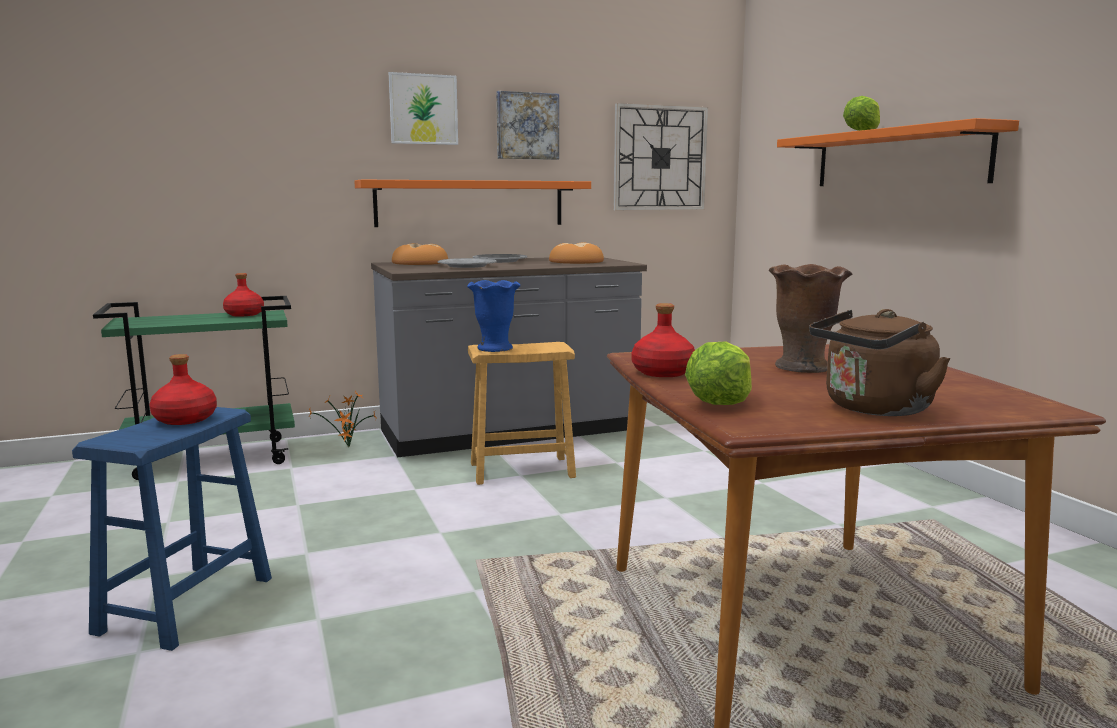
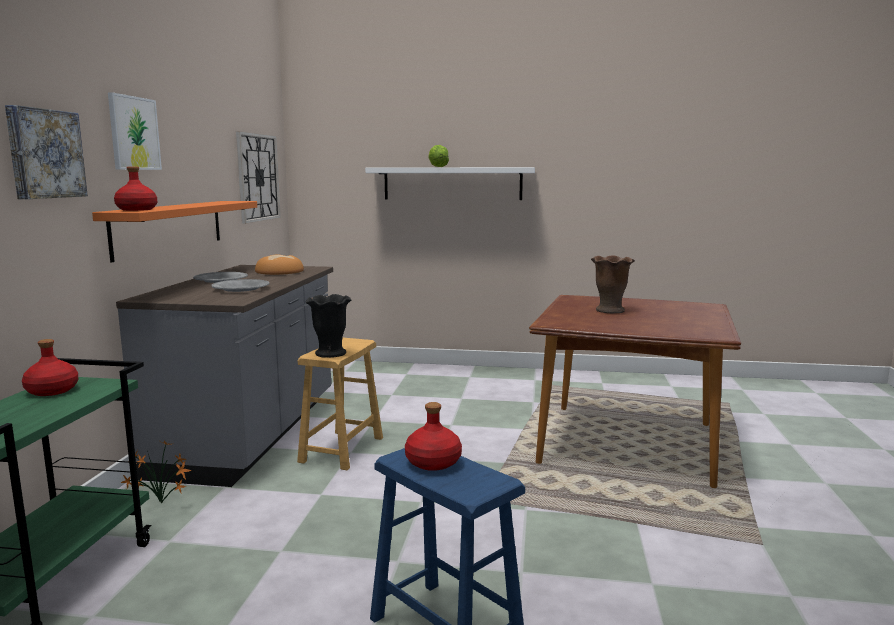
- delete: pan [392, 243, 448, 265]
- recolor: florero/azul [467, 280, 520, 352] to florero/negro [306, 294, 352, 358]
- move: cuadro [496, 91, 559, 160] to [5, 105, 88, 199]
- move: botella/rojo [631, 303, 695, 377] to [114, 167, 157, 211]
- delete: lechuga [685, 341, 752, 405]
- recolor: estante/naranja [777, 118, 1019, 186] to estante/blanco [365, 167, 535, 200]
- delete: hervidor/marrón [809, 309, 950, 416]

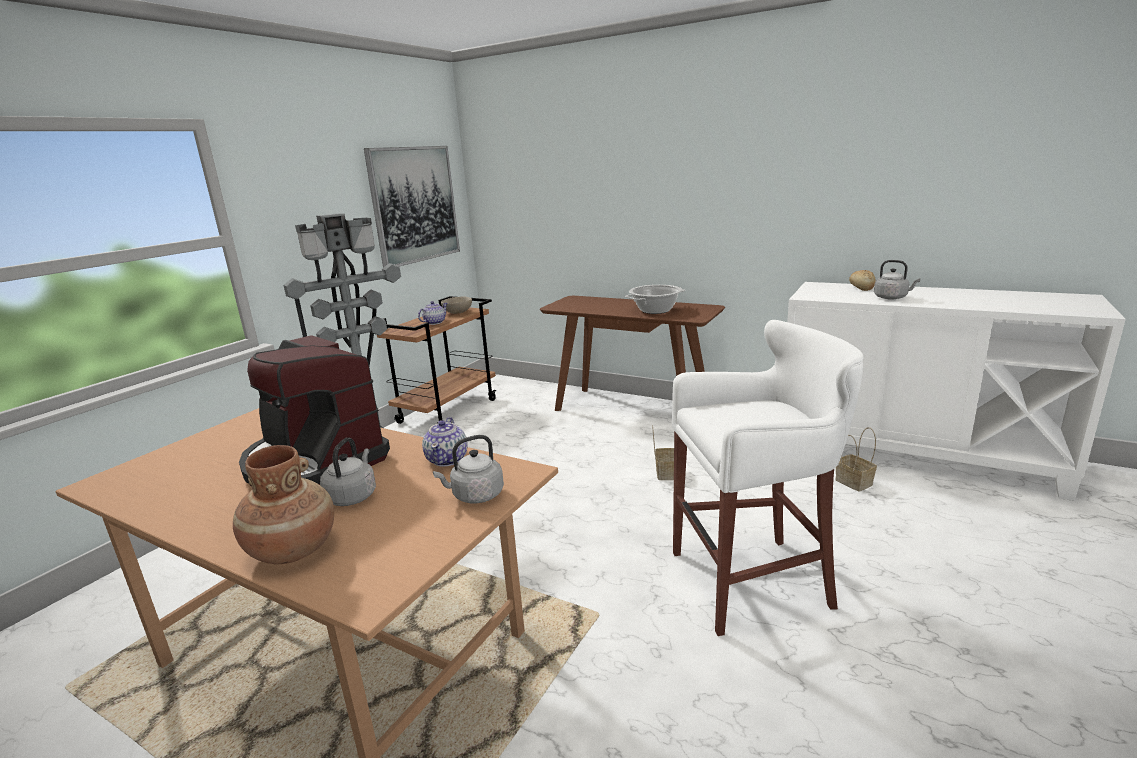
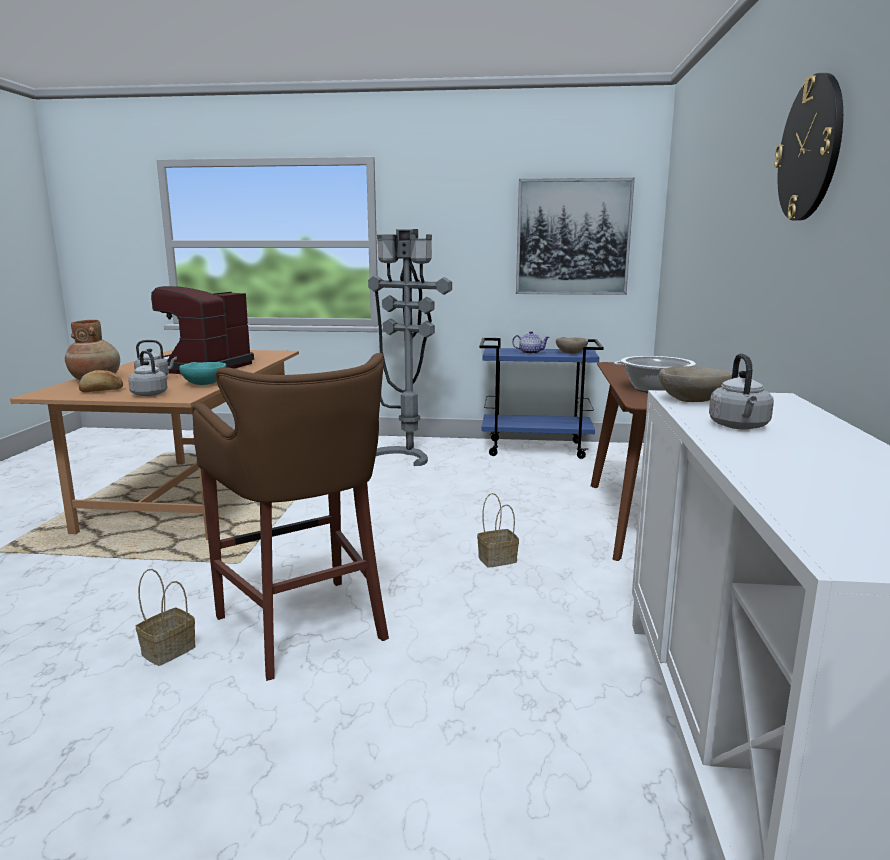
- recolor: carrito/marrón [377, 296, 496, 424] to carrito/azul [479, 338, 604, 459]
- replace: tetera [422, 417, 468, 467] to cuenco/turquesa [179, 362, 226, 385]
- recolor: taburete/blanco [672, 320, 863, 636] to taburete/marrón [192, 353, 389, 681]
- move: cesta [835, 427, 877, 491] to [136, 569, 196, 666]
- move: pan [849, 270, 876, 291] to [79, 370, 123, 393]
- insert: cuenco/beis [659, 366, 732, 402]
- insert: reloj de pared [774, 73, 843, 221]

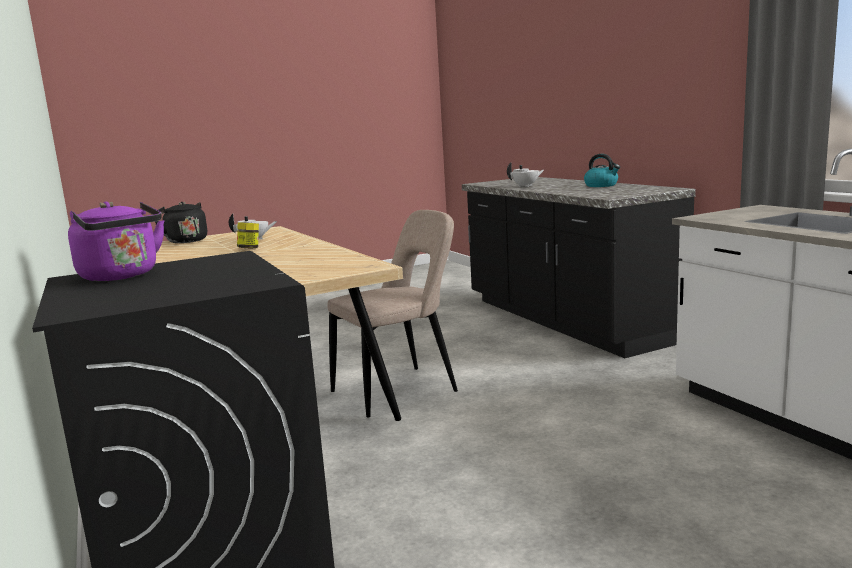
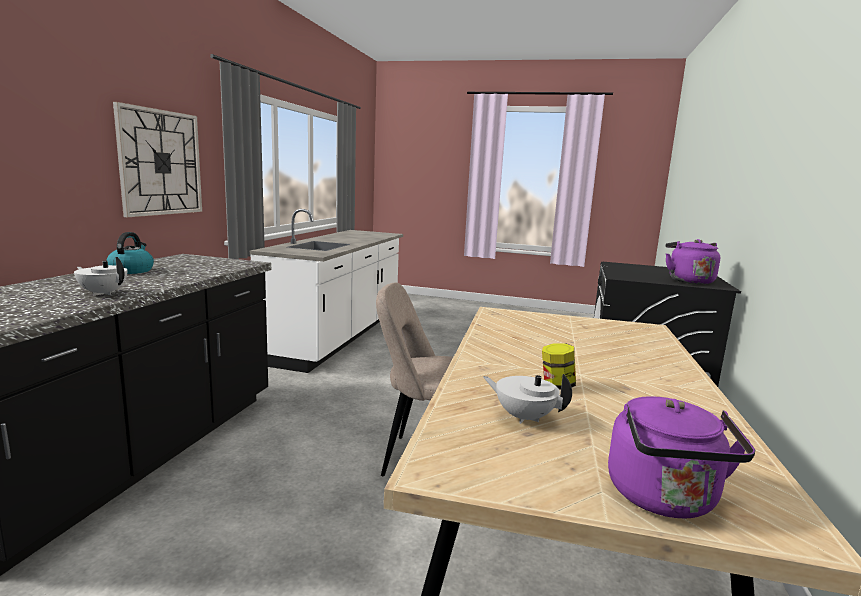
- recolor: hervidor/negro [155, 202, 207, 243] to hervidor/morado [608, 397, 755, 518]
- insert: reloj de pared [113, 102, 202, 217]

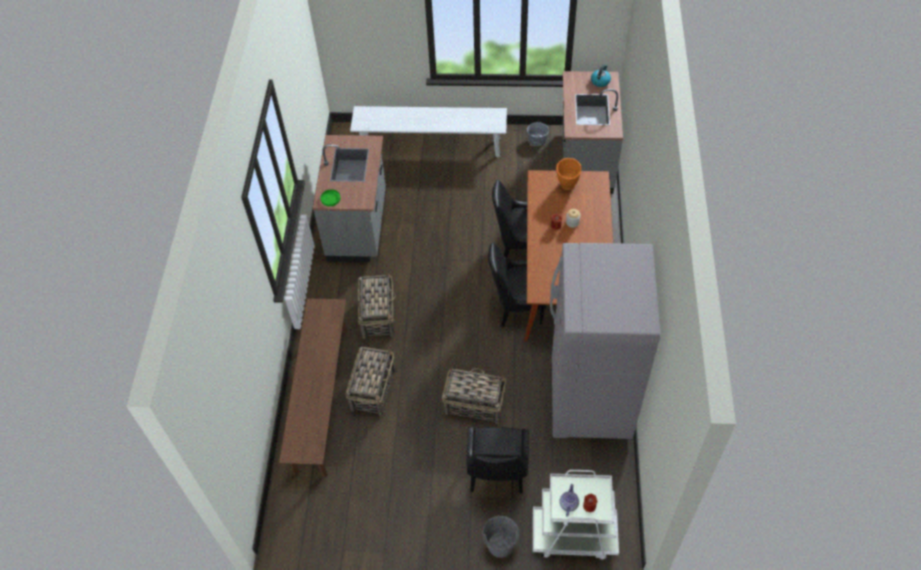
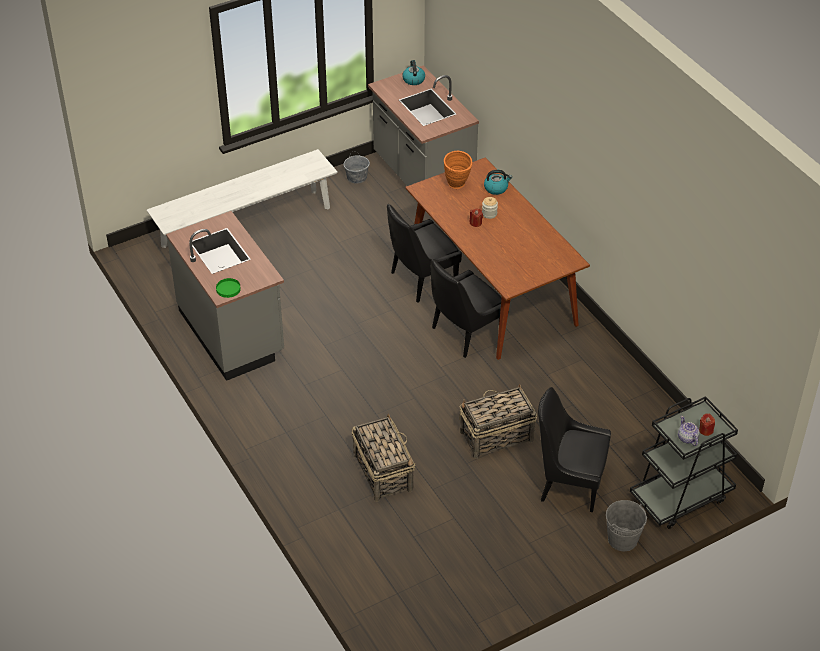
- delete: banco/marrón [279, 298, 347, 477]
- delete: cesta [358, 273, 396, 339]
- rotate: silla/negro [466, 427, 529, 494] = [538, 387, 611, 512] 135 degrees clockwise
- recolor: carrito/blanco [533, 470, 619, 560] to carrito/negro [630, 396, 738, 529]
- delete: nevera/gris [550, 243, 661, 439]
- insert: hervidor [484, 170, 512, 195]

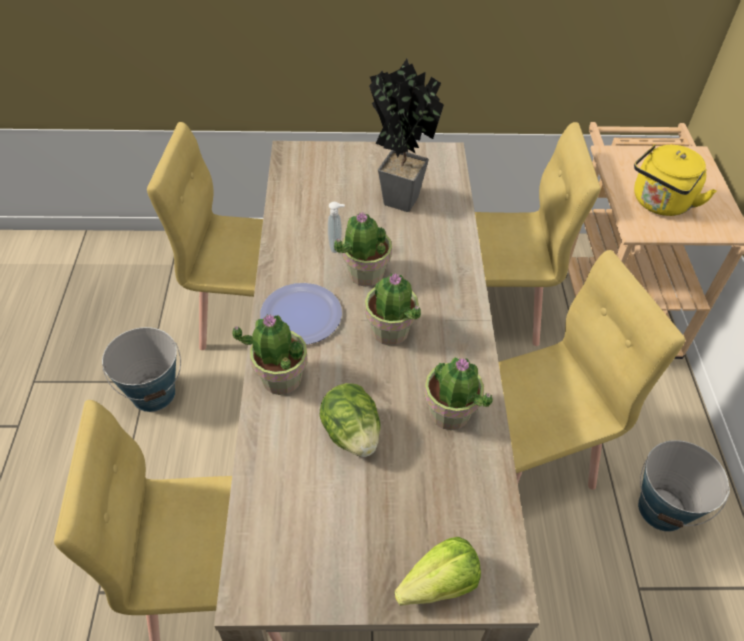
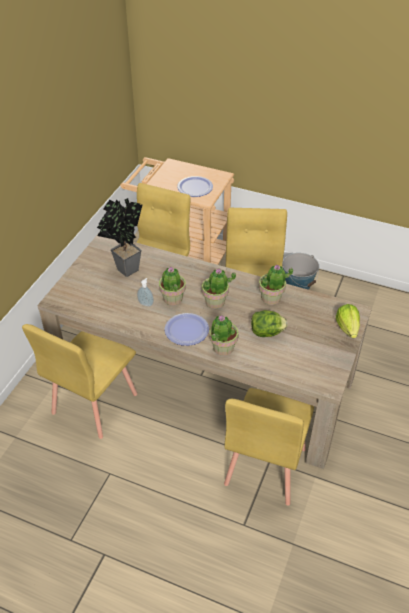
- delete: cubo [102, 327, 181, 412]
- replace: hervidor/amarillo [634, 144, 717, 216] to plato [177, 176, 213, 197]

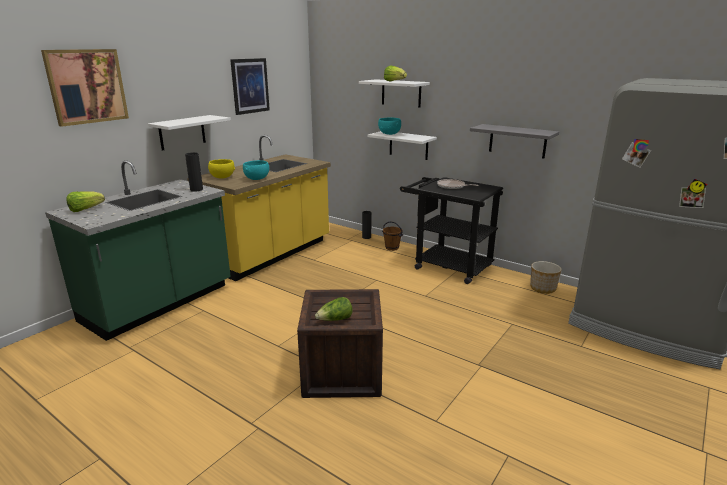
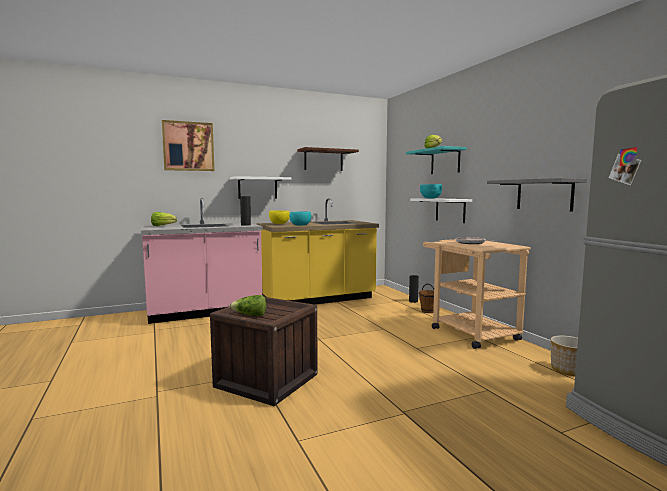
- recolor: mueble bajo de cocina/verde [45, 160, 231, 341] to mueble bajo de cocina/rosa [141, 198, 263, 324]
- replace: cuadro [230, 58, 270, 115] to estante/marrón [297, 147, 359, 171]
- recolor: estante/blanco [359, 79, 430, 108] to estante/turquesa [406, 146, 467, 174]
- recolor: carrito/negro [400, 177, 503, 284] to carrito/beis [423, 239, 531, 349]

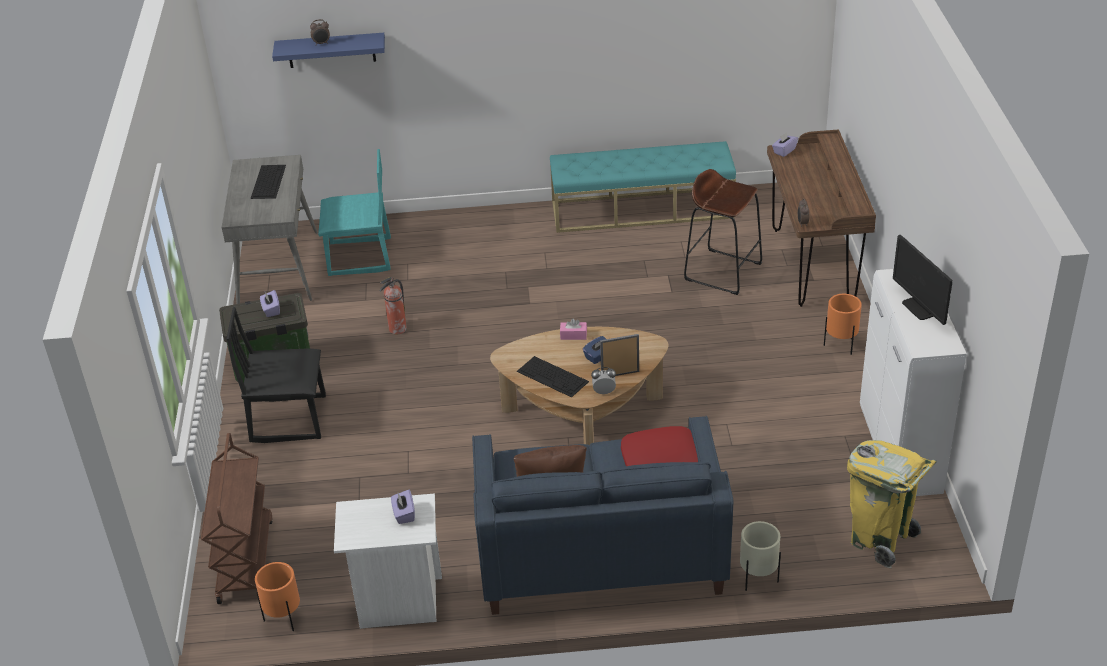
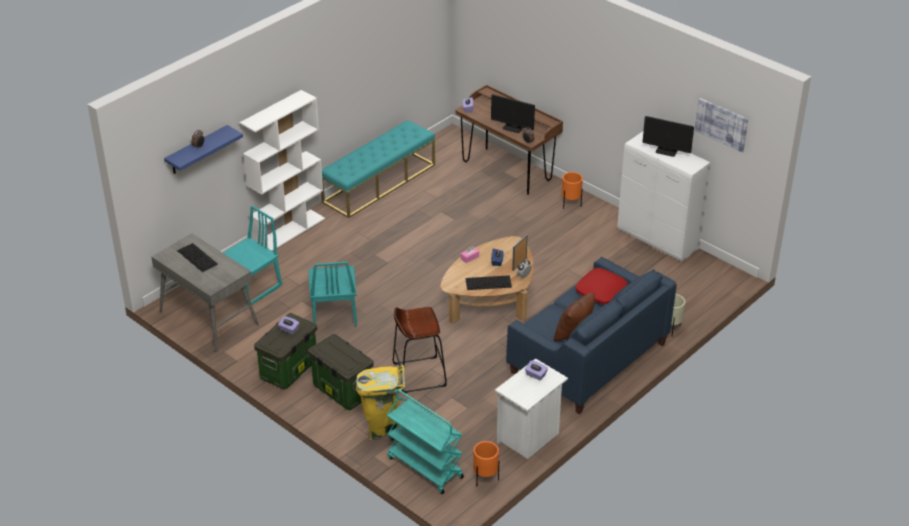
- recolor: carrito/marrón [201, 433, 273, 604] to carrito/turquesa [387, 389, 464, 494]
- replace: silla/negro [226, 307, 326, 443] to caja de almacenaje [308, 334, 374, 410]
- replace: extintor [380, 277, 407, 334] to silla/turquesa [308, 261, 357, 327]
- move: taburete/marrón [684, 169, 762, 295] to [393, 307, 447, 393]
- move: papelera/amarillo [847, 440, 937, 568] to [356, 365, 405, 442]
- insert: estantería/blanco [240, 90, 325, 251]
- insert: monitor [491, 94, 535, 133]
- insert: cuadro [695, 98, 748, 152]

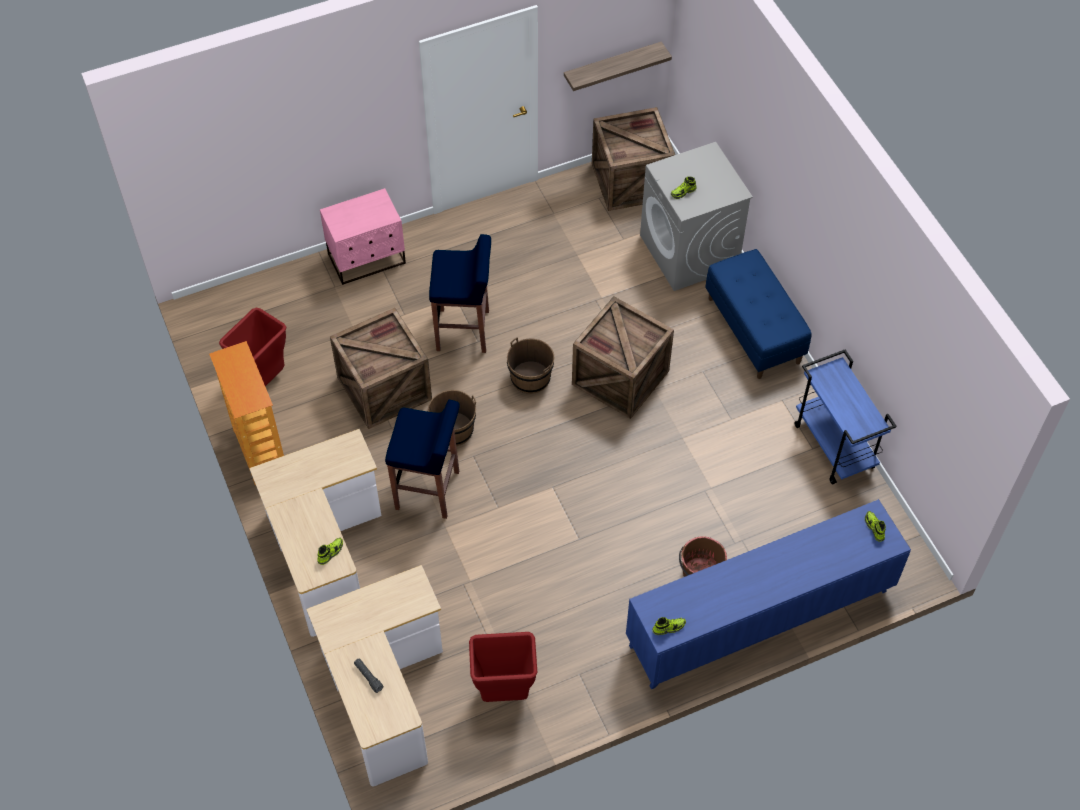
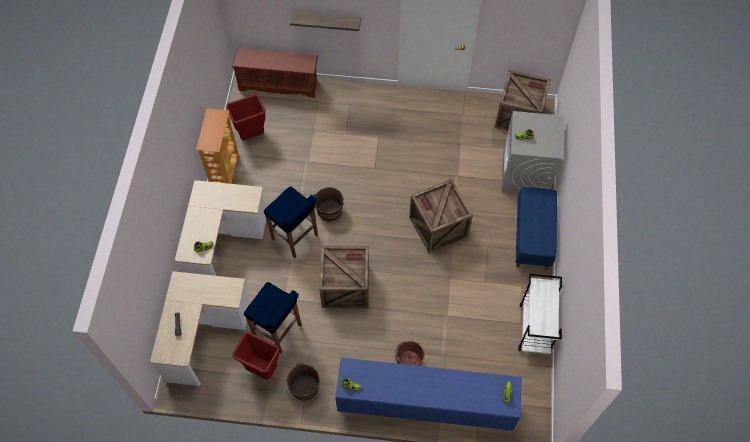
- delete: mesita de noche/rosa [320, 188, 406, 285]
- move: caja de embalaje [330, 308, 432, 429] to [319, 246, 369, 308]
- move: taburete/azul [429, 234, 491, 353] to [244, 282, 302, 354]
- move: cubo/marrón [507, 337, 554, 394] to [287, 362, 320, 401]
- move: estante [564, 41, 672, 91] to [290, 12, 361, 31]
- recolor: carrito/azul [794, 350, 896, 485] to carrito/blanco [518, 274, 562, 354]
- insert: zapatero/marrón [232, 48, 318, 98]

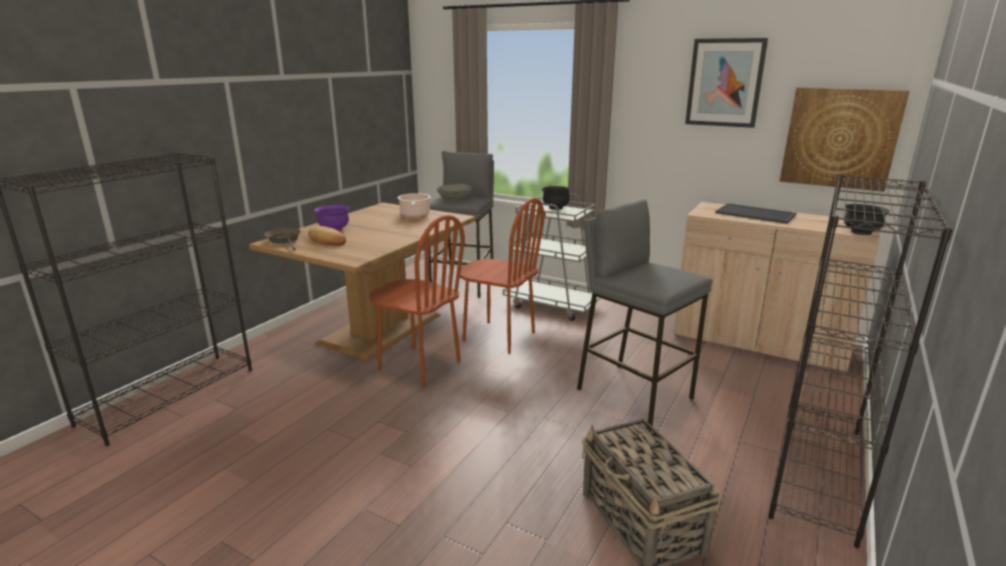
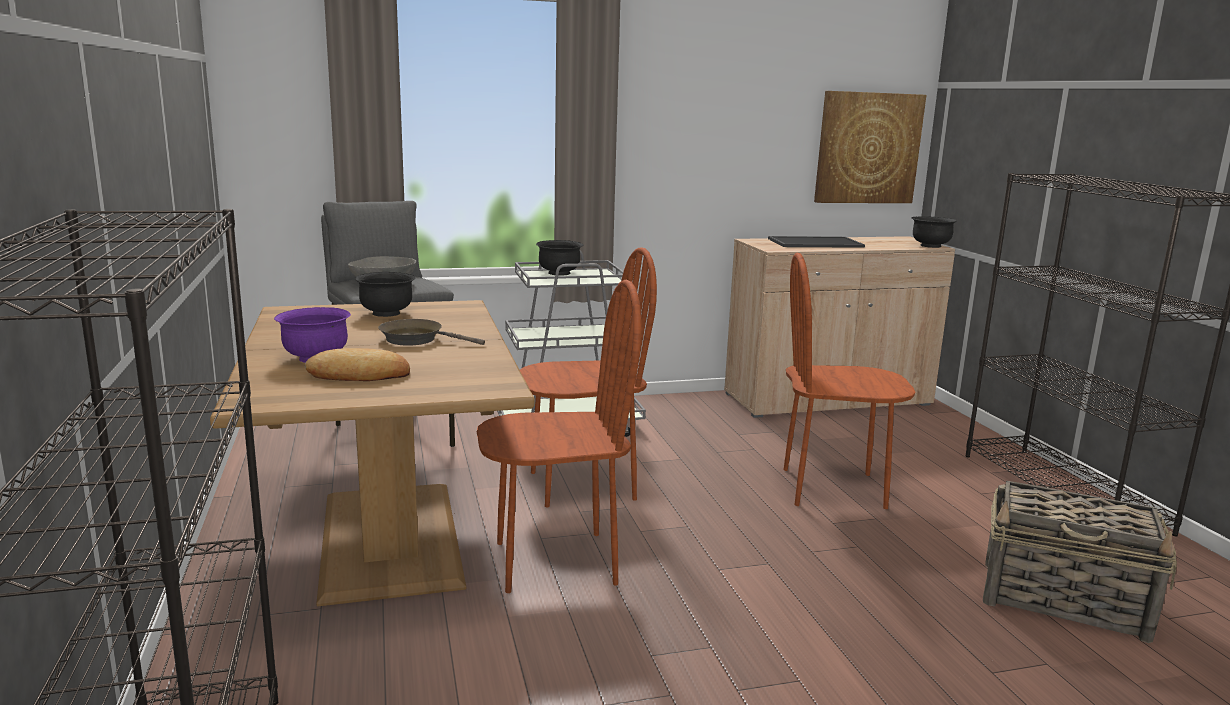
- move: sartén/marrón [264, 228, 301, 251] to [378, 319, 485, 346]
- replace: olla [398, 193, 431, 217] to cuenco/negro [355, 272, 416, 317]
- replace: taburete/gris [577, 199, 713, 426] to silla/marrón [784, 253, 916, 509]
- delete: cuadro [685, 38, 768, 128]

